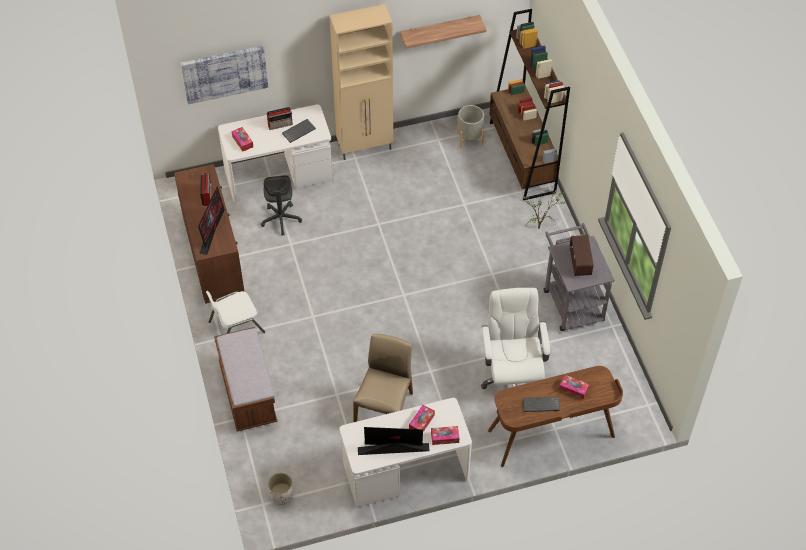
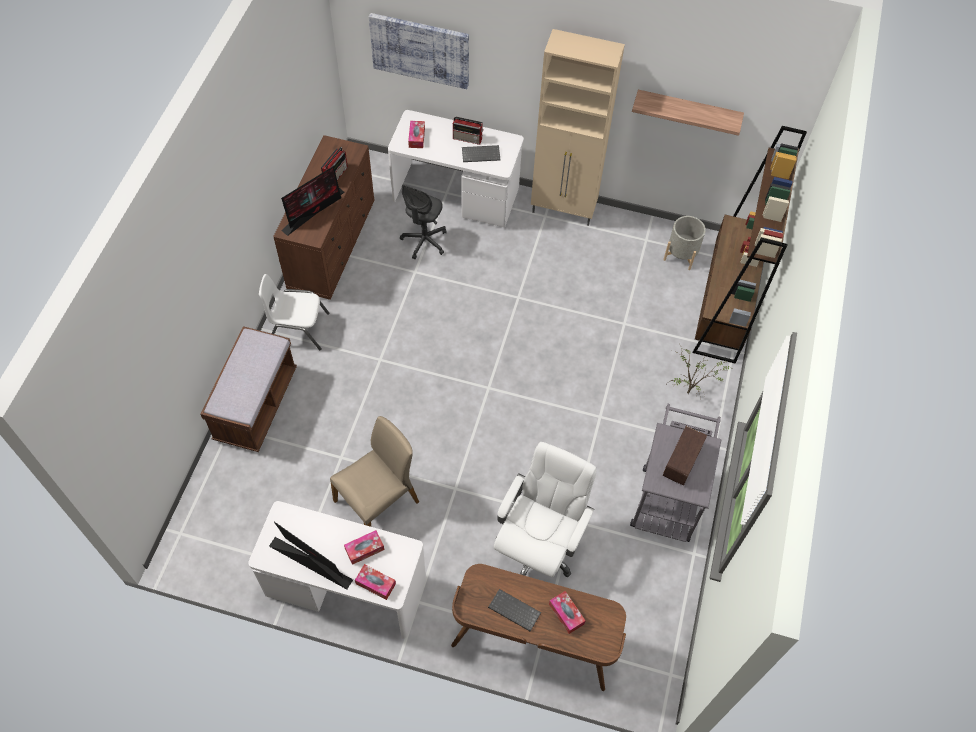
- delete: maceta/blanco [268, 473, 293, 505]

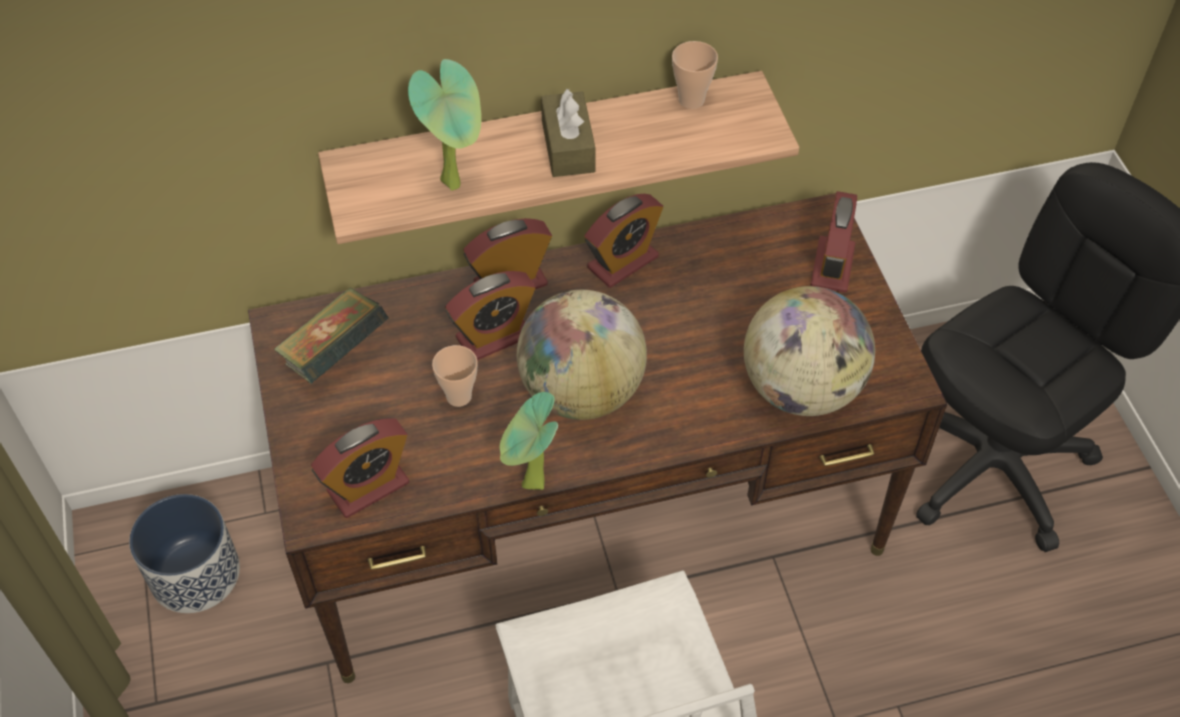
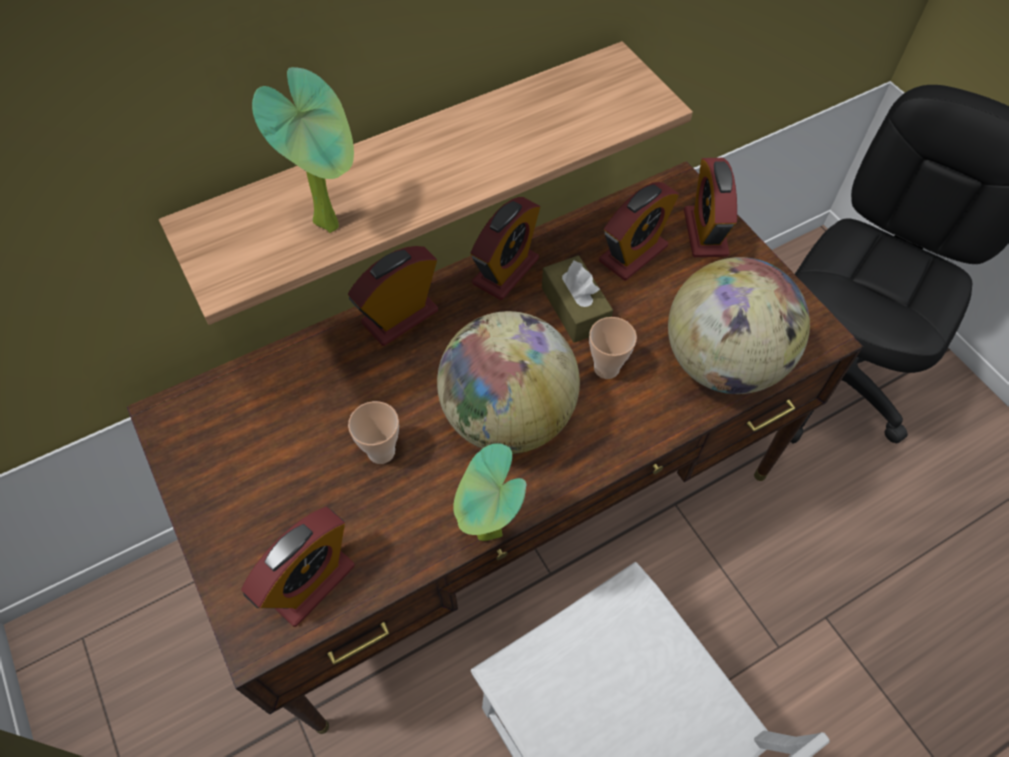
- delete: maceta [129, 494, 240, 613]
- delete: libro [274, 287, 389, 384]
- move: despertador [445, 271, 535, 360] to [599, 182, 679, 280]
- move: caja de pañuelos/marrón [541, 88, 596, 177] to [542, 255, 613, 343]
- move: taza [672, 41, 718, 109] to [589, 317, 637, 379]

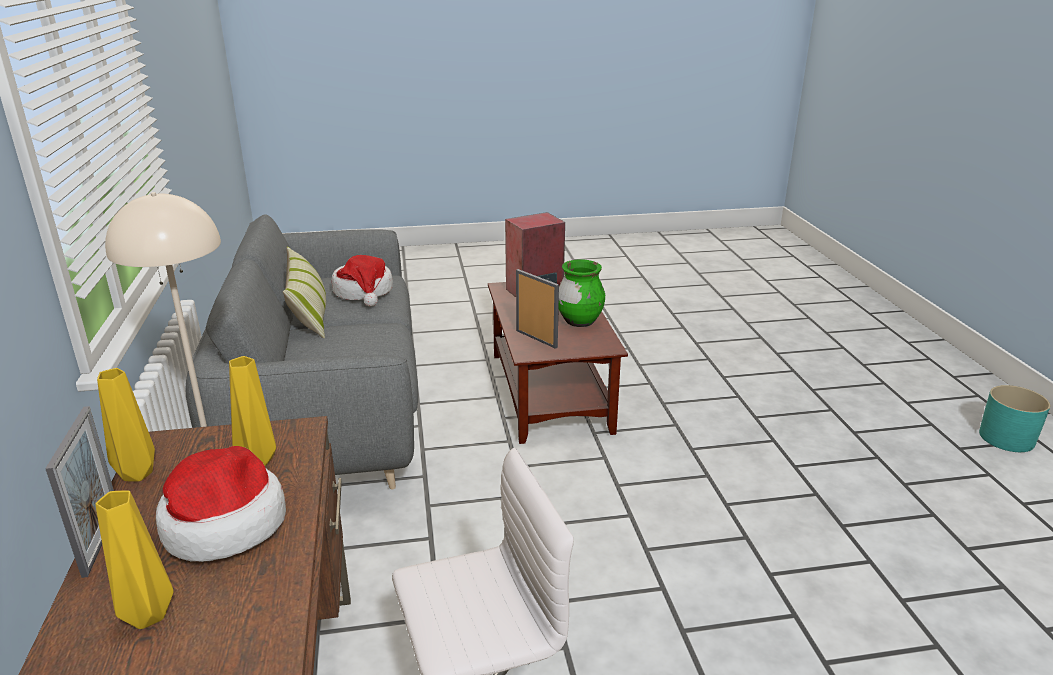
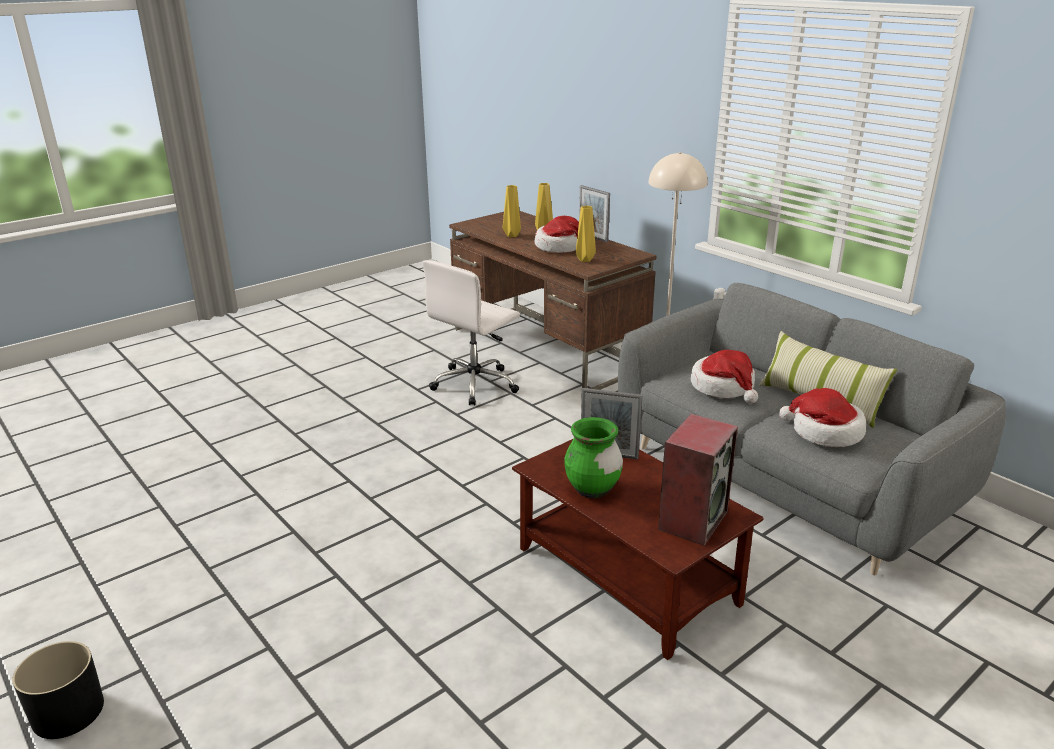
- move: florero/amarillo [97, 368, 155, 481] to [503, 185, 521, 237]
- recolor: maceta/turquesa [979, 385, 1050, 452] to maceta/negro [12, 641, 104, 739]
- insert: sombrero [691, 350, 758, 404]

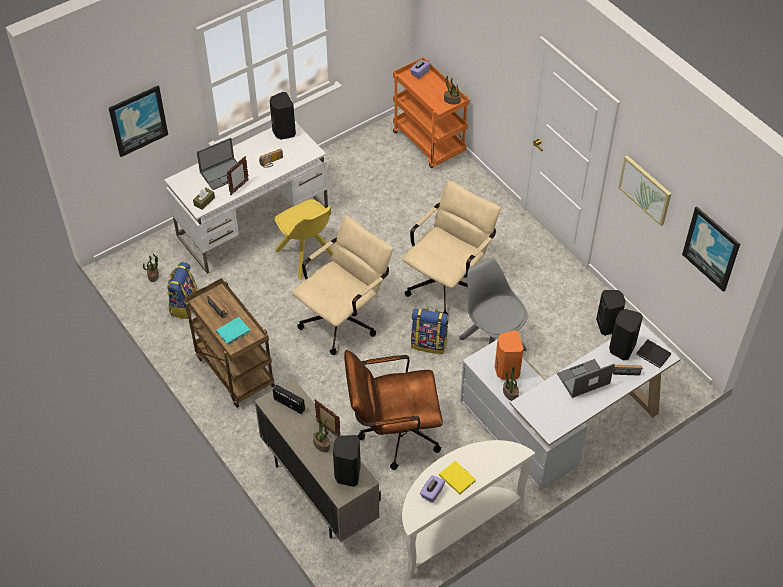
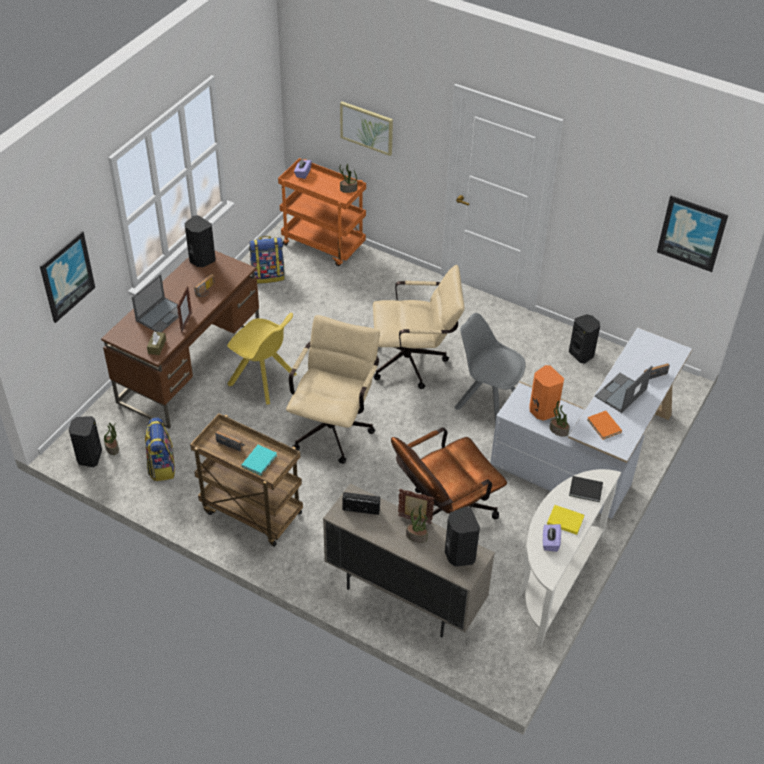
- recolor: escritorio/blanco [164, 122, 328, 274] to escritorio/marrón [101, 251, 259, 429]
- rotate: silla de oficina/beis [402, 181, 501, 314] = [373, 265, 464, 389] 75 degrees clockwise
- move: mochila [411, 307, 449, 354] to [249, 236, 284, 284]
- move: altavoz/negro [609, 309, 643, 361] to [69, 416, 102, 467]
- move: cuadro [618, 155, 671, 226] to [340, 101, 393, 156]
- move: libro/negro [636, 339, 671, 368] to [569, 476, 603, 502]
- insert: libro/naranja [587, 411, 622, 440]

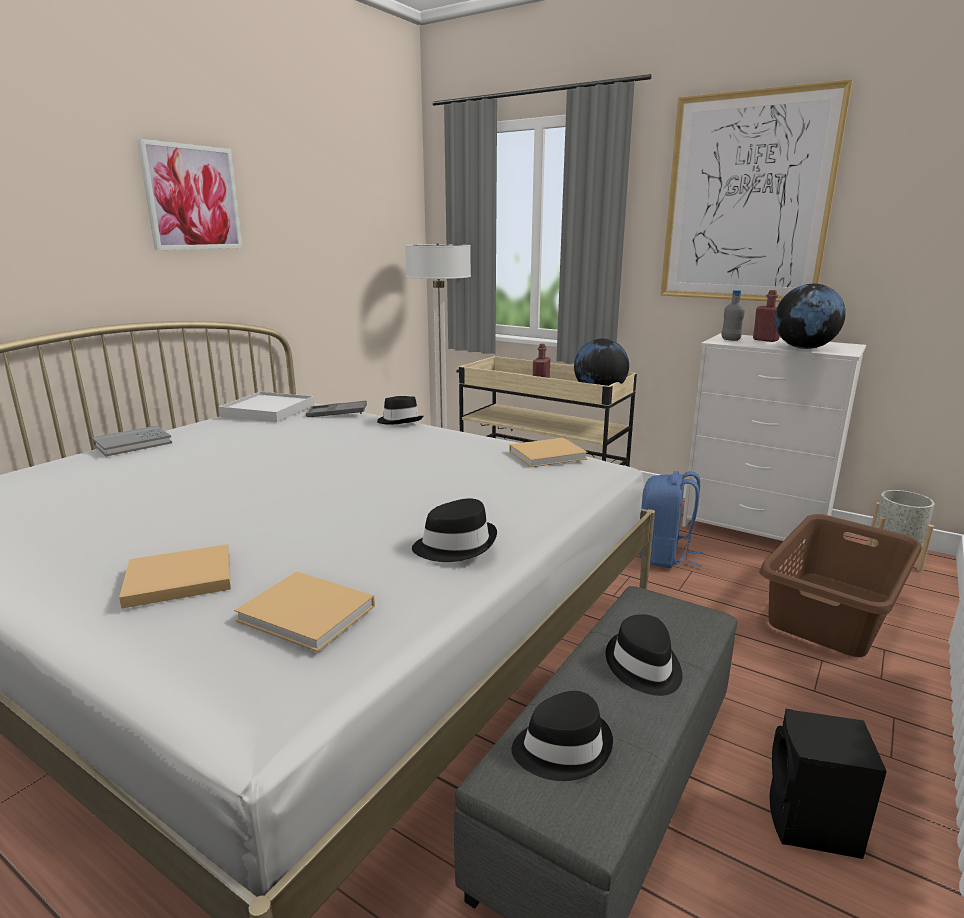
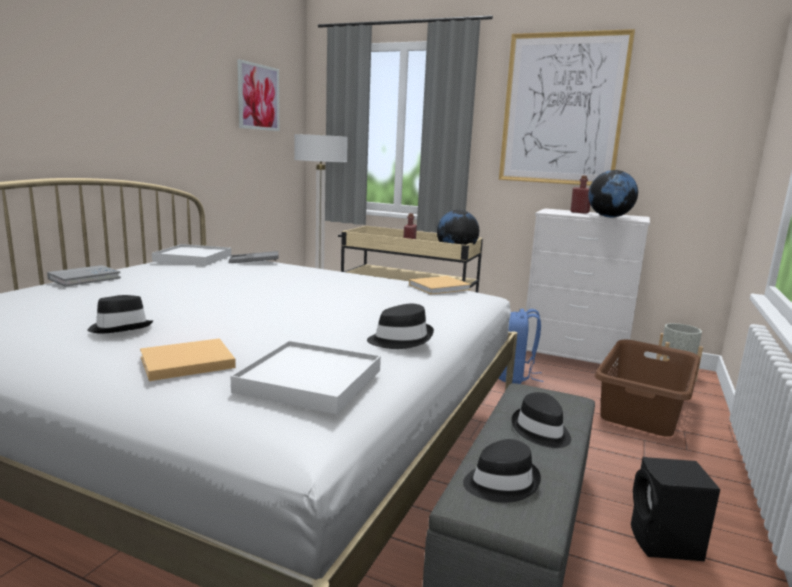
- move: cuadro [137, 139, 243, 250] to [237, 59, 279, 131]
- replace: libro/beis [234, 572, 375, 652] to bandeja/blanco [230, 341, 381, 414]
- move: sombrero/negro [377, 396, 423, 425] to [88, 295, 153, 334]
- delete: botella/gris [721, 290, 745, 341]

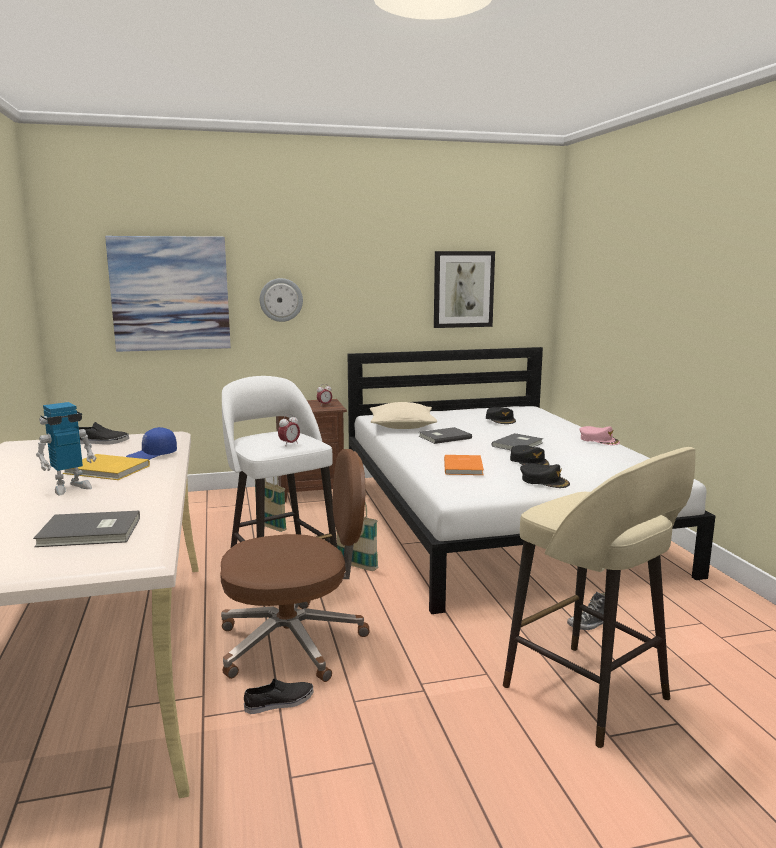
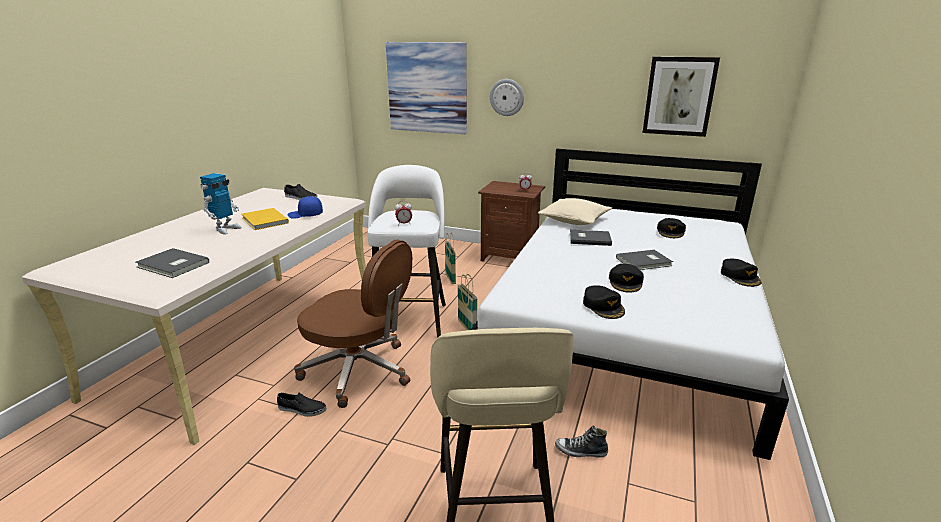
- rotate: robot de juguete [36, 402, 96, 495] = [200, 173, 242, 235] 60 degrees counterclockwise
- delete: libro/naranja [444, 455, 484, 475]
- recolor: gorra/rosa [579, 426, 620, 445] to gorra/negro [721, 259, 761, 287]

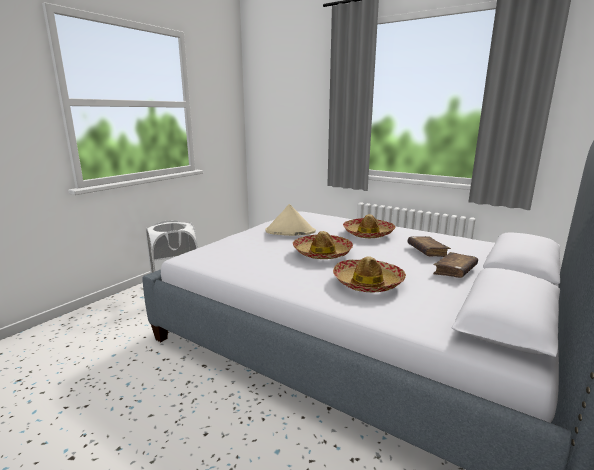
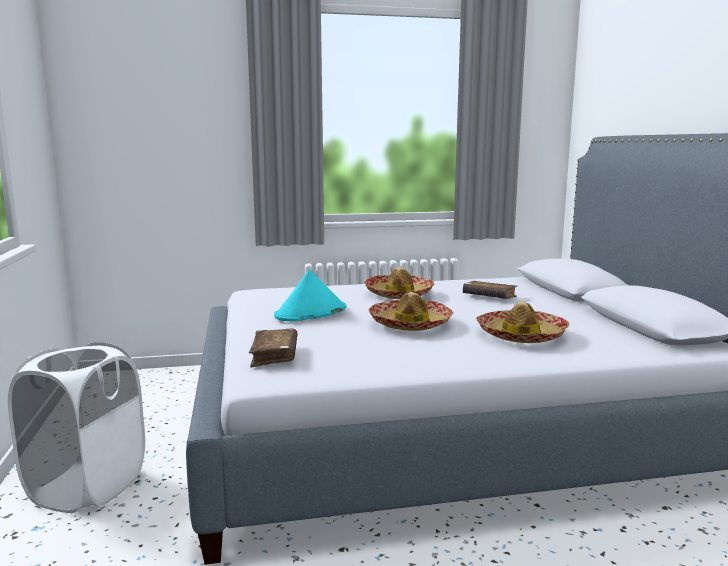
- recolor: sombrero/beis [265, 204, 316, 236] to sombrero/turquesa [274, 270, 346, 321]
- move: libro/marrón [433, 252, 478, 278] to [249, 329, 298, 367]

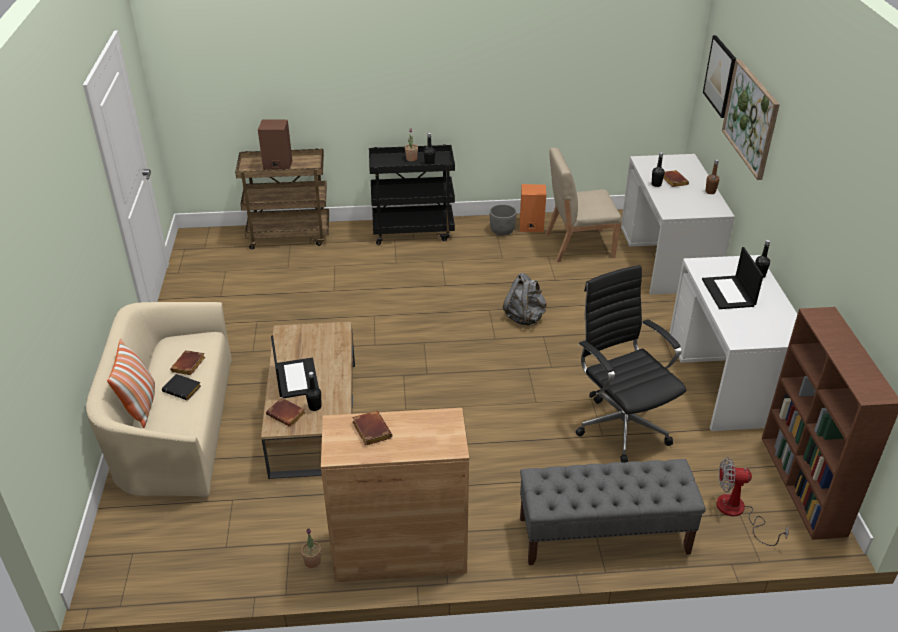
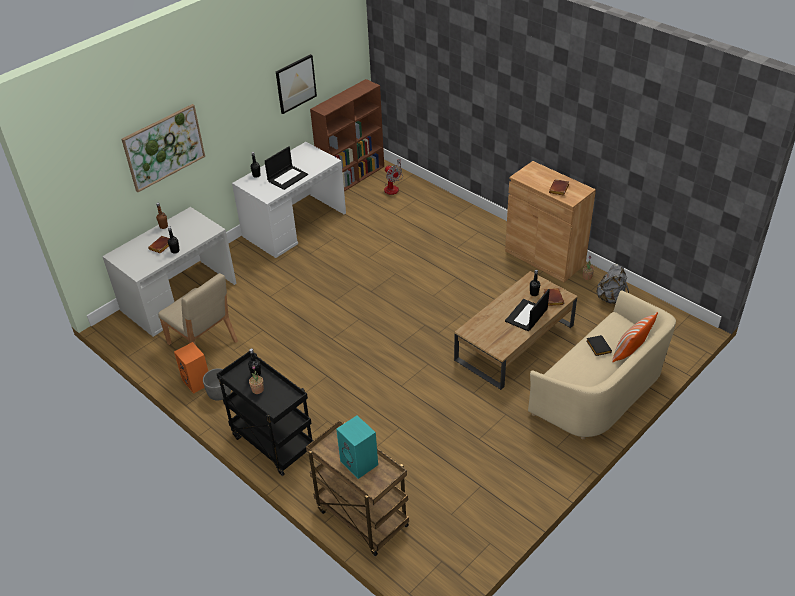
- delete: libro/marrón [170, 350, 205, 375]
- recolor: altavoz/marrón [258, 119, 292, 170] to altavoz/turquesa [336, 415, 378, 479]
- move: mochila/gris [503, 273, 547, 326] to [596, 264, 629, 304]
- delete: banco/gris [520, 459, 706, 565]
- delete: silla de oficina/negro [575, 265, 686, 463]
- move: cuadro [703, 35, 736, 118] to [276, 54, 317, 114]

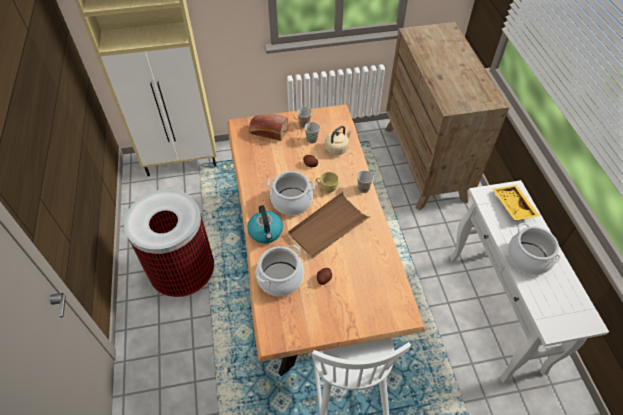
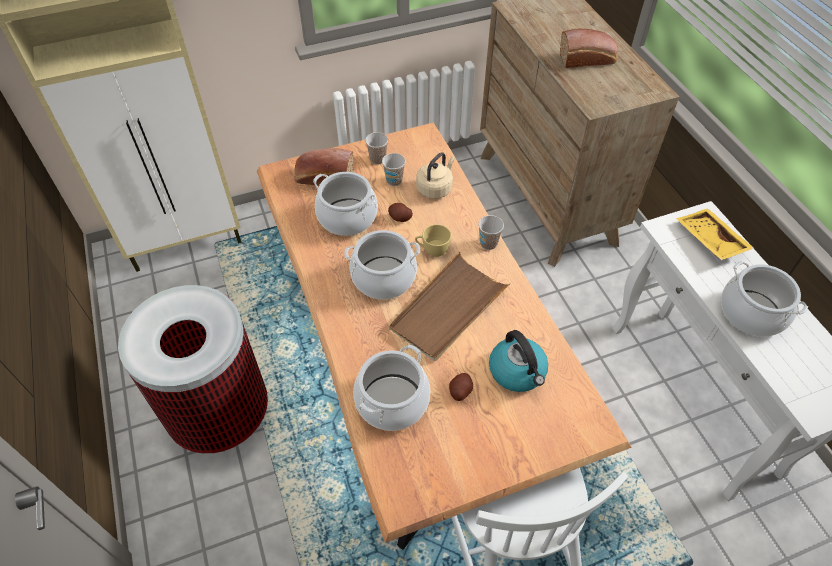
- move: hervidor [247, 205, 283, 243] to [489, 330, 548, 392]
- insert: olla [313, 172, 378, 236]
- insert: pan [560, 28, 618, 68]

